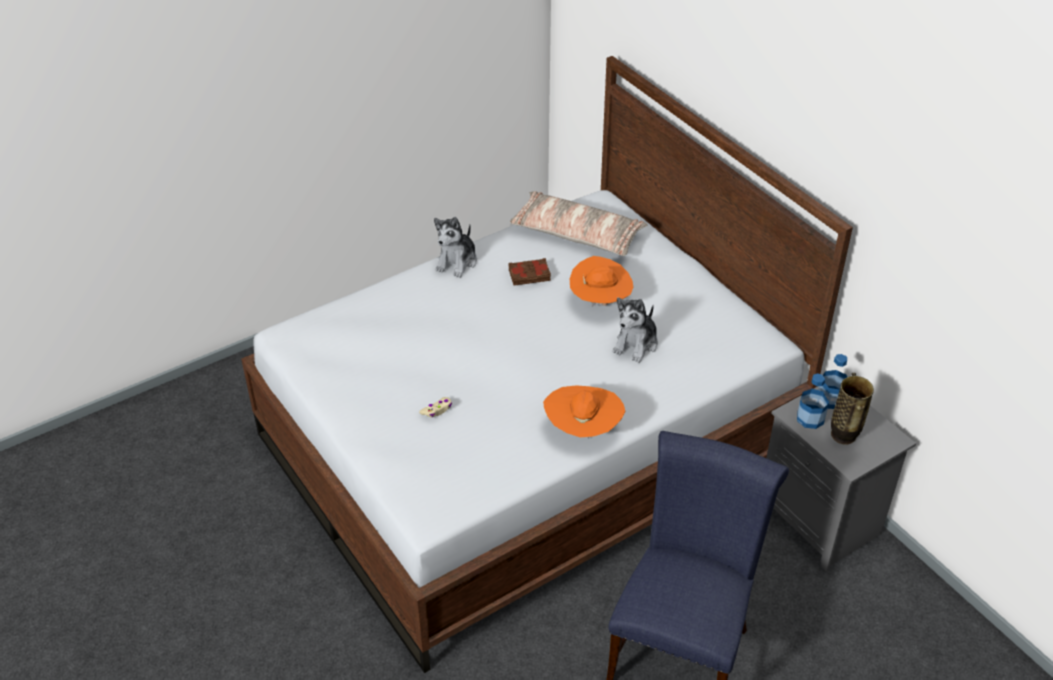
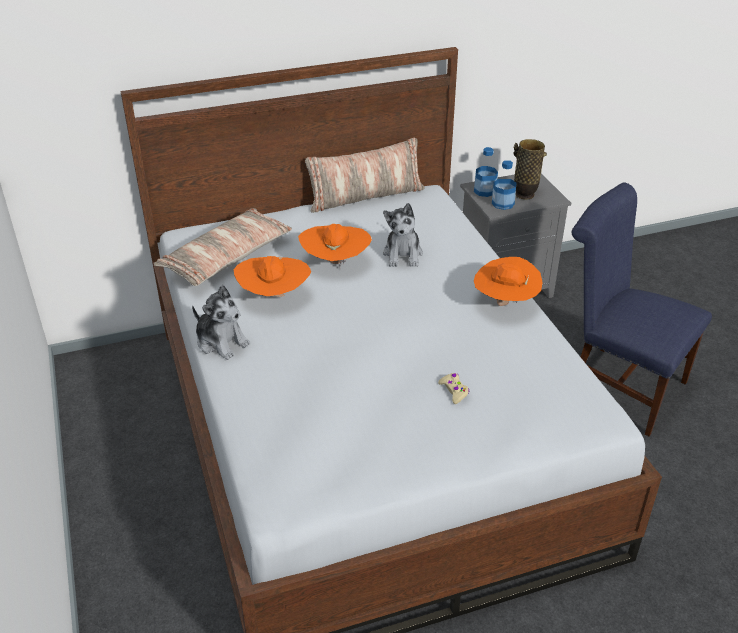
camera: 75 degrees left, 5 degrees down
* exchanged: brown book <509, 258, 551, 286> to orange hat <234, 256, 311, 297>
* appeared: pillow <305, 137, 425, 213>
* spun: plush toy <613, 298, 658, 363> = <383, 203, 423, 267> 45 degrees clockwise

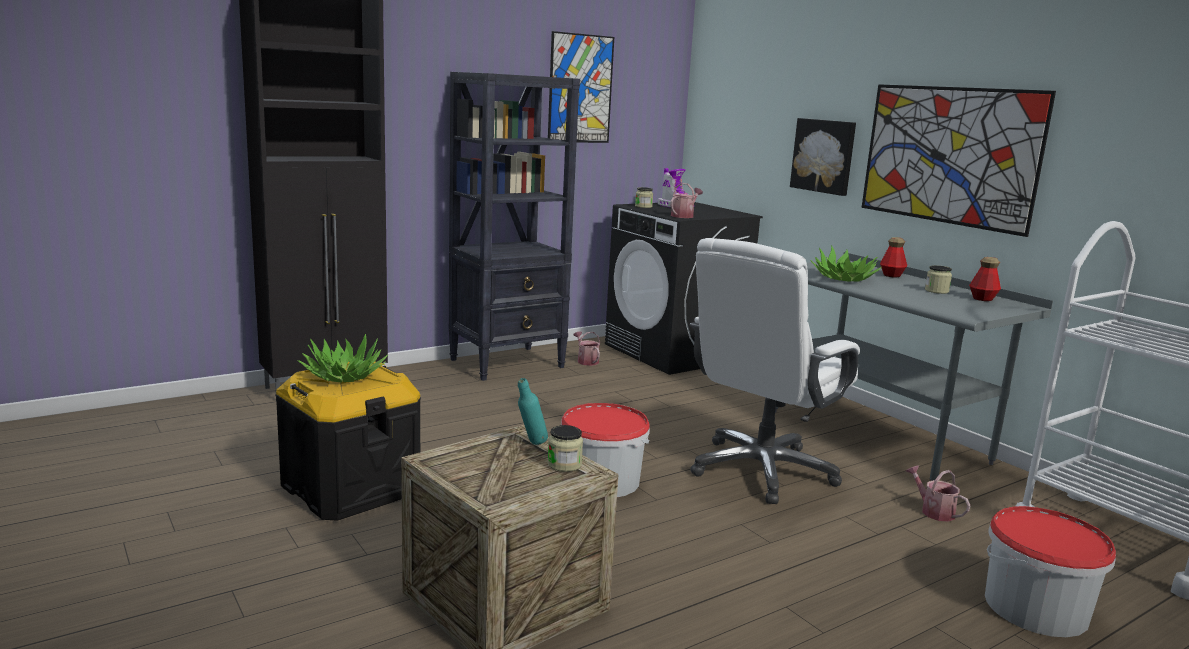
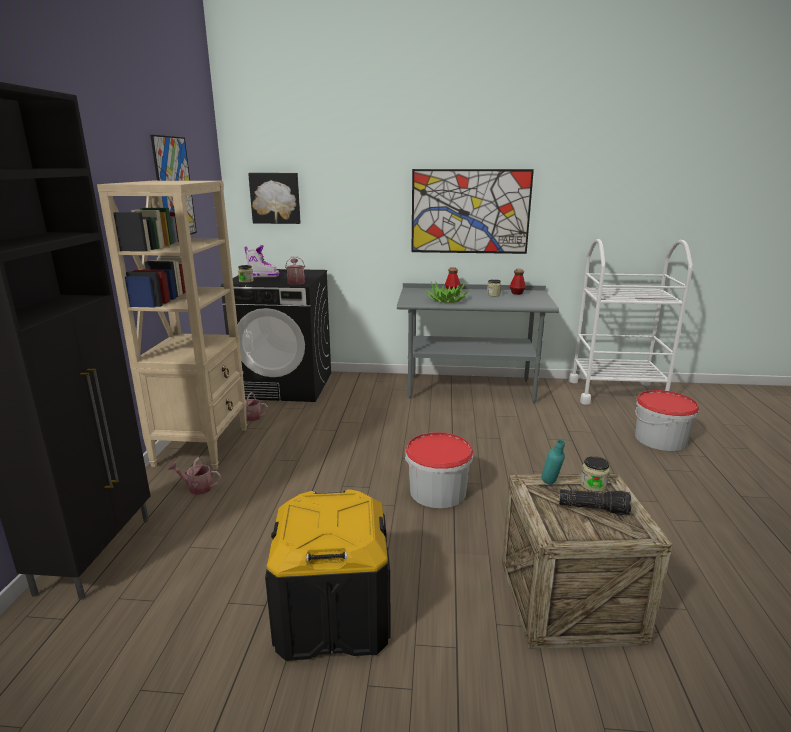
camera: 50 degrees left, 5 degrees up
* colour: black bookcase <449, 72, 580, 381> to beige bookcase <97, 181, 247, 470>
* relocated: watering can <906, 465, 971, 522> to <168, 457, 221, 495>
* relocated: picture <790, 118, 856, 196> to <248, 173, 301, 224>
* appeared: flashlight <559, 489, 631, 515>
* missing: potted plant <297, 334, 388, 382>
* missing: white office chair <690, 238, 860, 504>

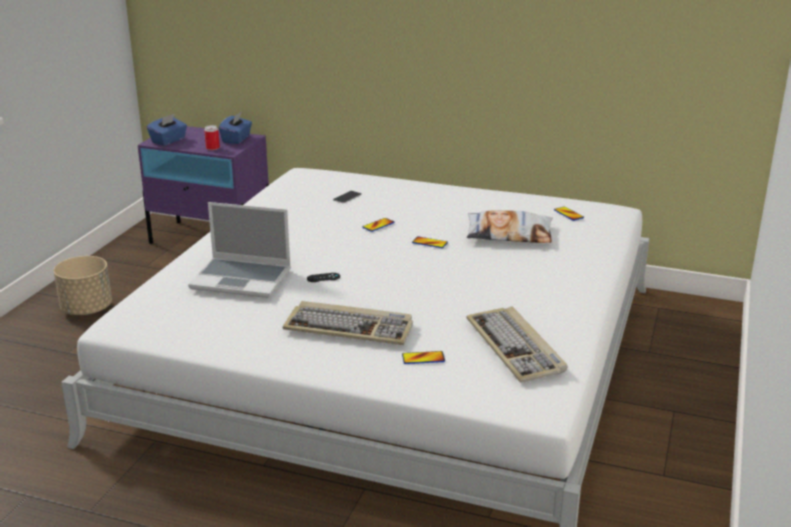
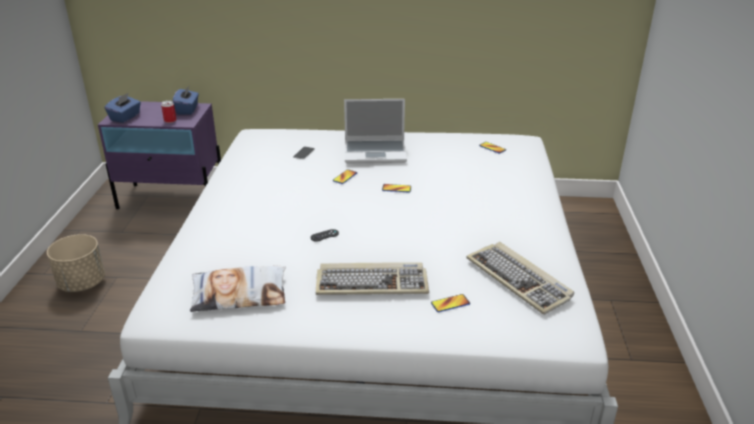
camera: 15 degrees left, 5 degrees up
* relocated: pillow <467, 210, 553, 243> to <190, 266, 286, 312>
* relocated: laptop <188, 202, 291, 298> to <344, 99, 407, 163>

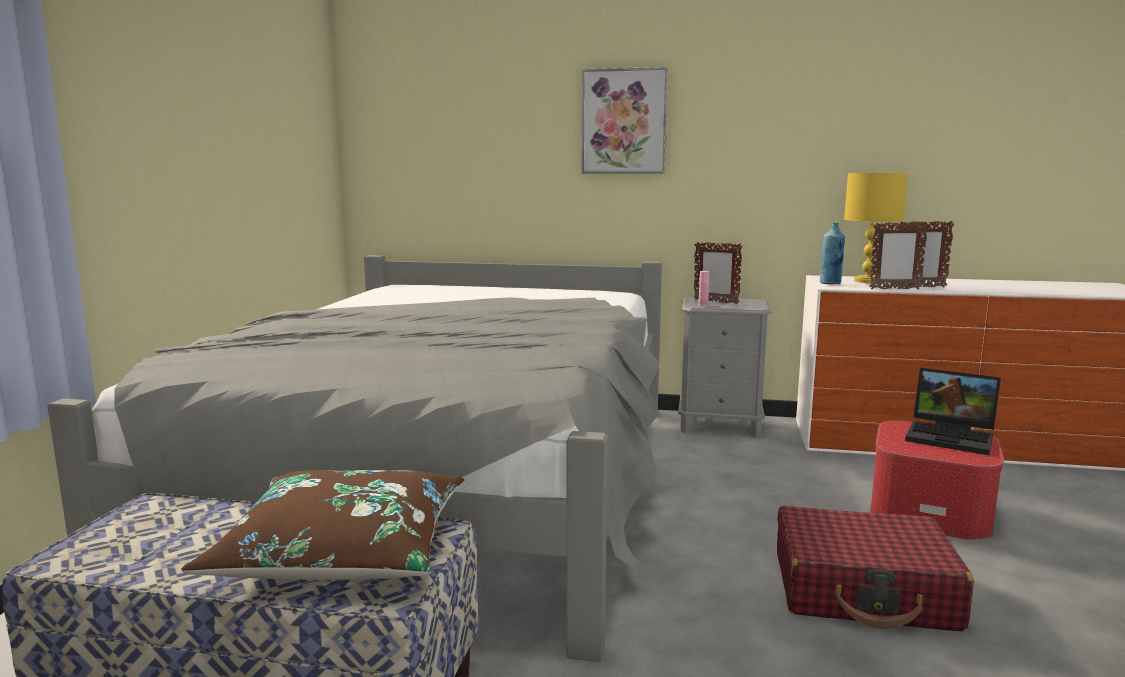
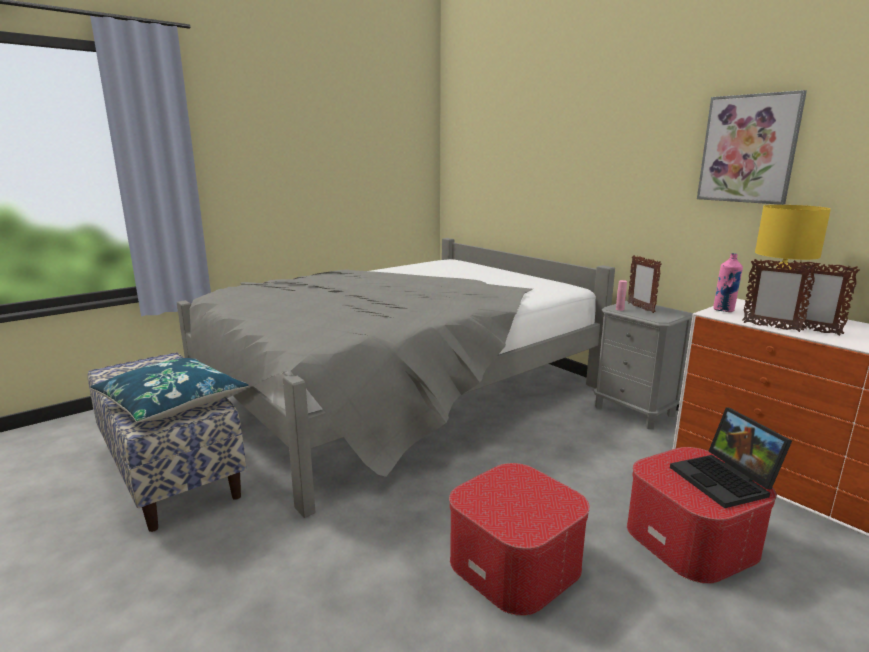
camera: 40 degrees right, 5 degrees up
* colour: brown pillow <181, 470, 464, 580> to blue pillow <90, 358, 249, 422>
* exchanged: red suitcase <777, 506, 974, 631> to ottoman <449, 463, 590, 616>
* relocated: picture <582, 67, 667, 174> to <697, 90, 807, 205>
* colour: blue bottle <820, 223, 845, 284> to pink bottle <713, 253, 743, 312>

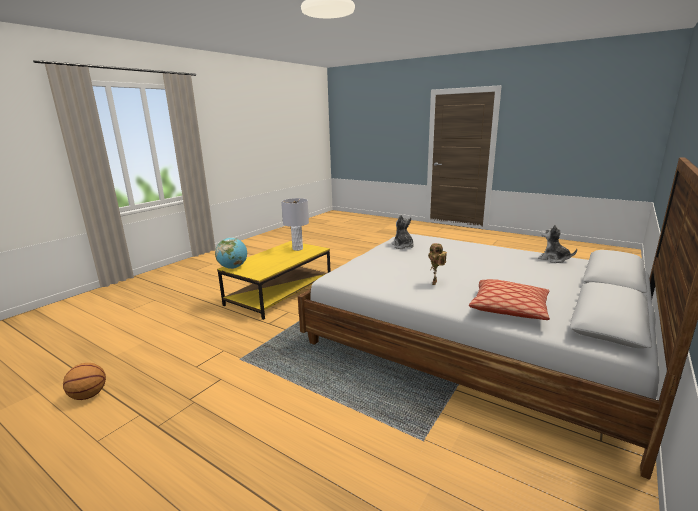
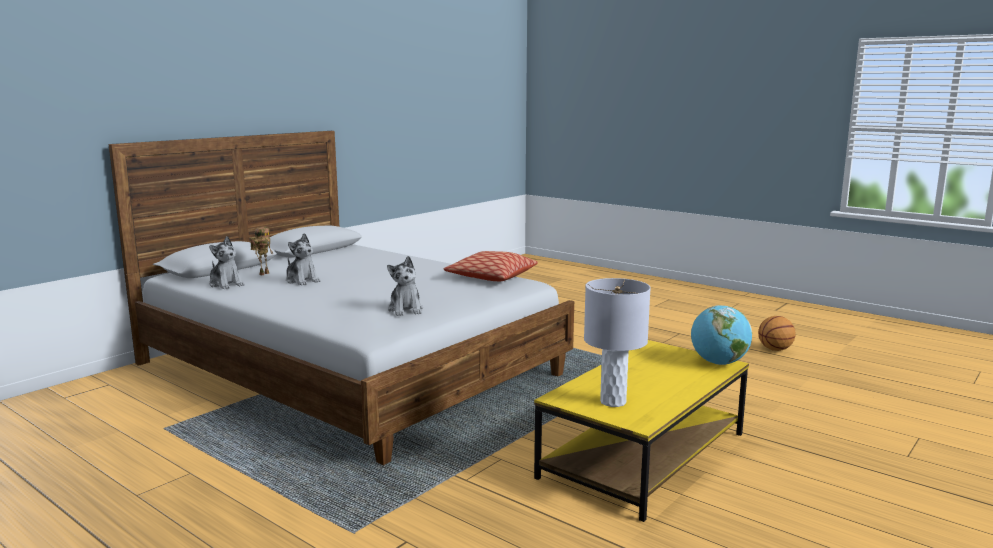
camera: 175 degrees left, 5 degrees down
* relocated: toy robot <428, 243, 447, 285> to <250, 227, 273, 275>
* appeared: plush toy <286, 233, 321, 285>
* relocated: pillow <469, 279, 550, 320> to <444, 251, 538, 281>

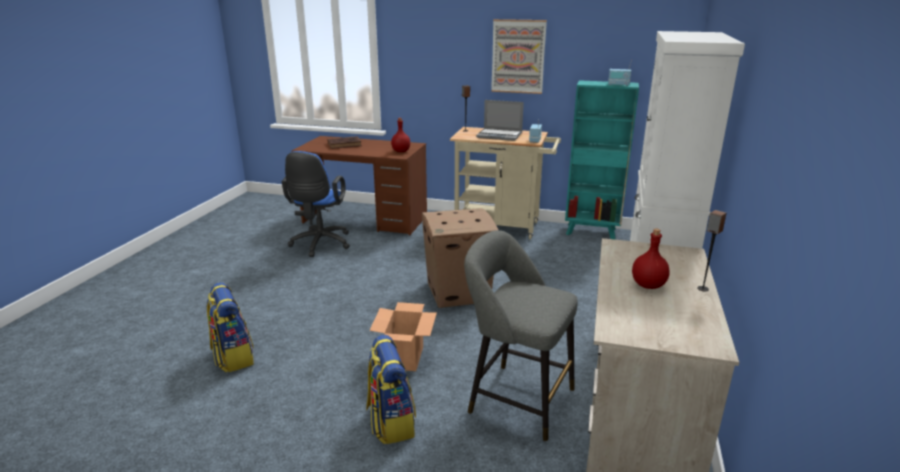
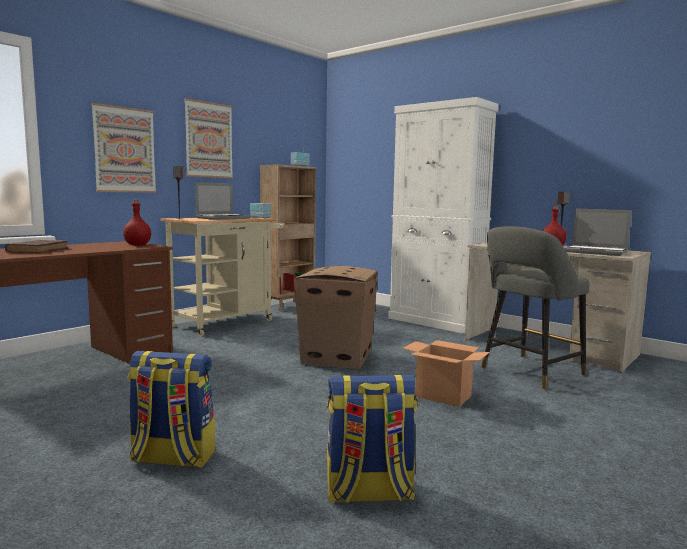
camera: 65 degrees left, 15 degrees down
* appeared: picture <91, 103, 156, 193>
* relocated: backpack <366, 335, 416, 445> to <128, 351, 215, 468>
* colour: turquoise bookcase <565, 80, 639, 239> to brown bookcase <260, 164, 316, 312>
* appeared: laptop <564, 209, 632, 256>
* missing: blue office chair <282, 151, 350, 257>

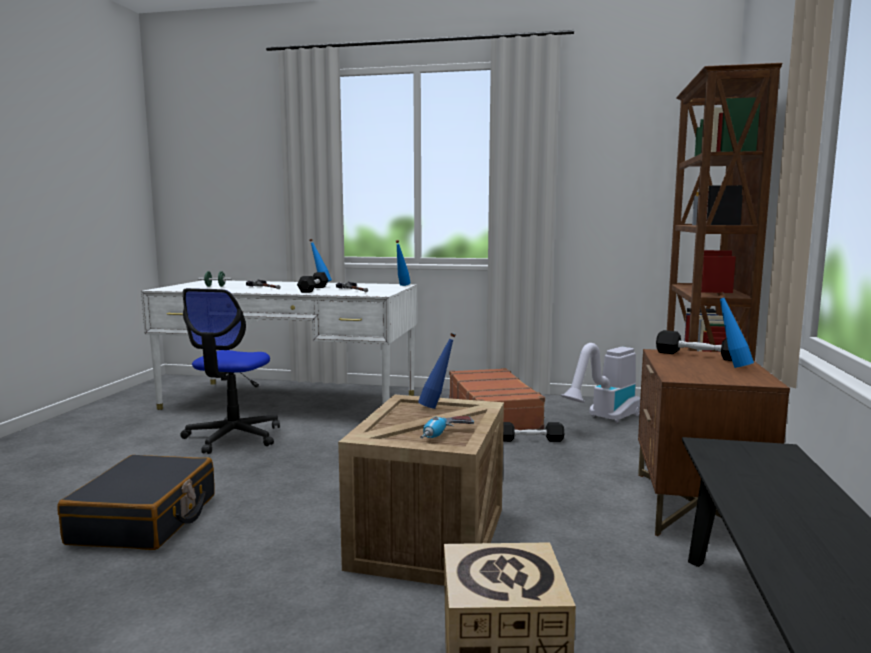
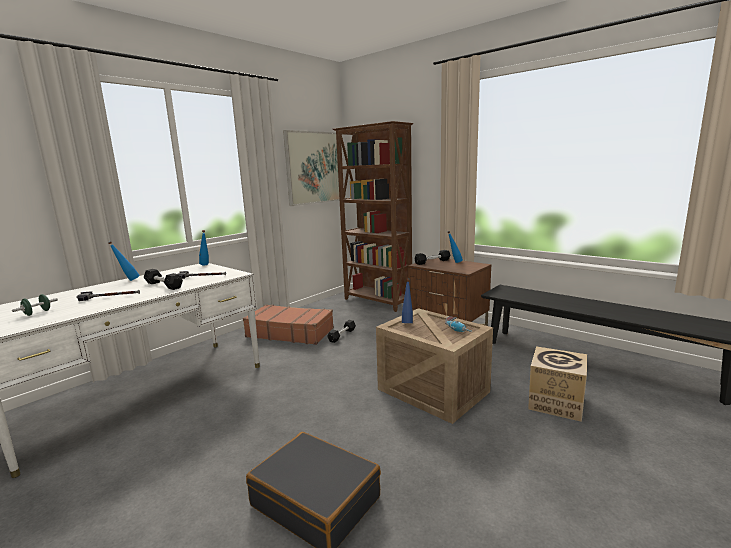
camera: 60 degrees left, 5 degrees up
* appeared: picture <283, 130, 340, 206>
* missing: office chair <180, 288, 280, 454>
* missing: vacuum cleaner <561, 343, 640, 423>

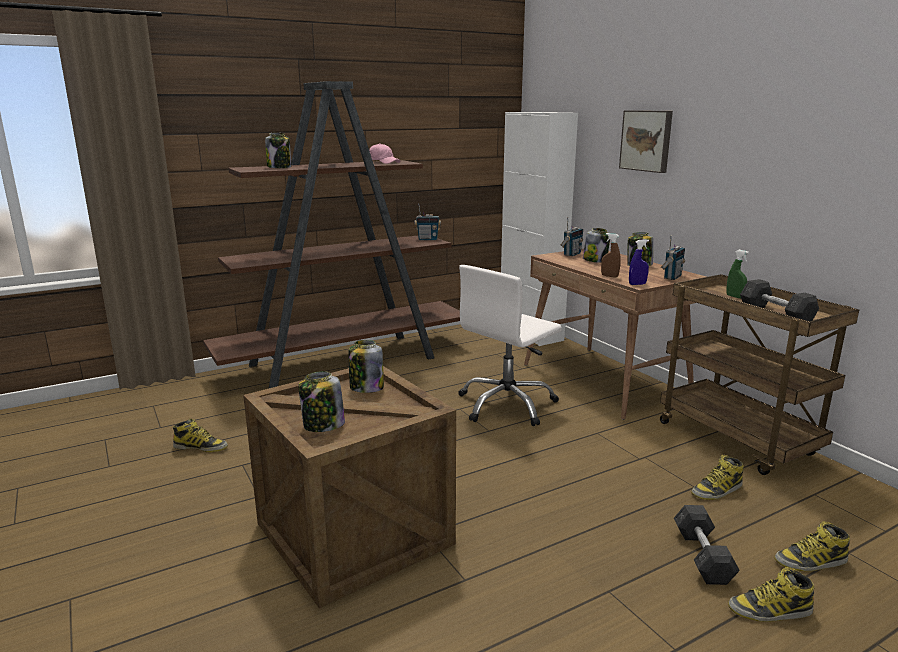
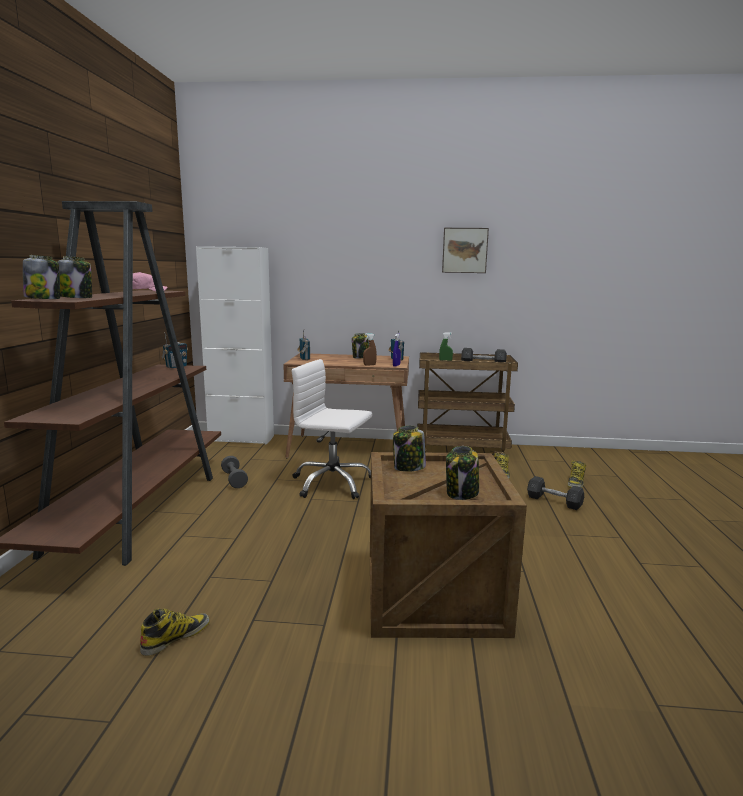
camera: 55 degrees left, 5 degrees down
* relocated: jar <583, 228, 610, 262> to <23, 255, 60, 299>
* appeared: grey dumbbell <221, 456, 248, 488>
* spun: white office chair <458, 265, 562, 426> = <291, 359, 372, 499> 120 degrees clockwise
* relocated: picture <619, 110, 673, 173> to <442, 228, 489, 273>
* missing: boot <728, 567, 814, 622>

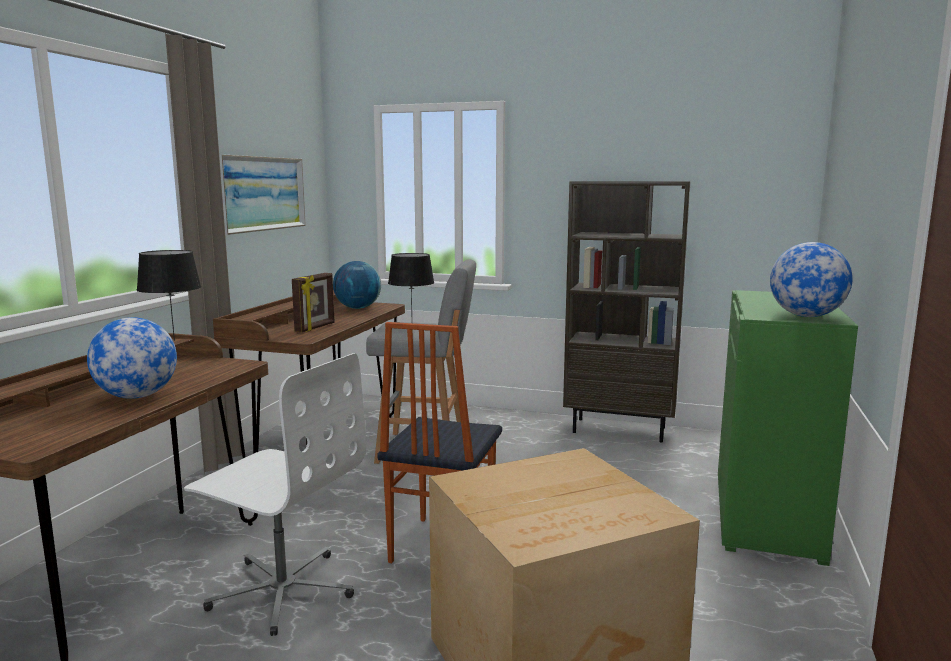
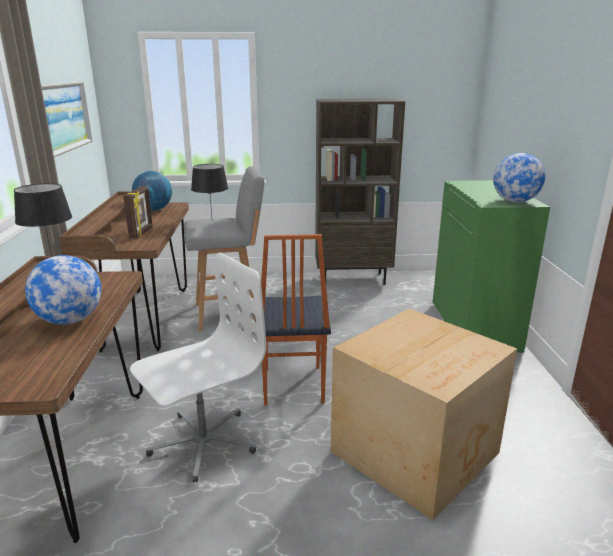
camera: 20 degrees left, 10 degrees up
* spun: white office chair <184, 353, 366, 636> = <130, 252, 266, 482> 45 degrees counterclockwise

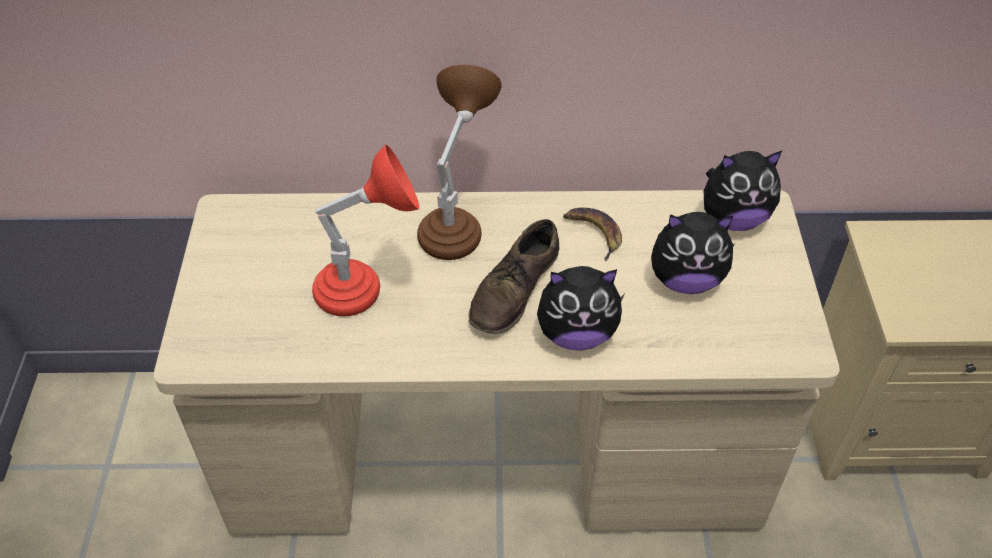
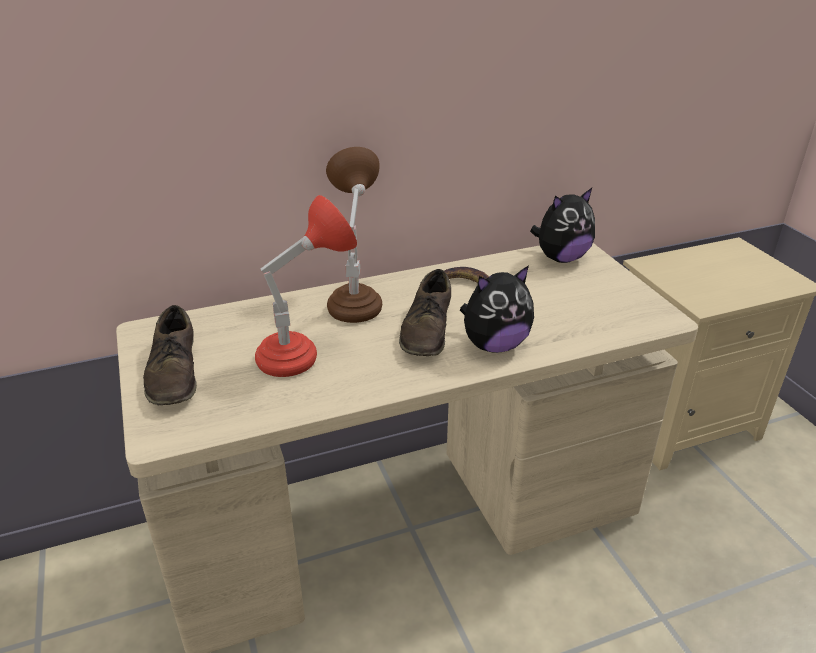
camera: 20 degrees left, 15 degrees down
* appeared: brown shoe <143, 305, 197, 405>
* missing: plush toy <651, 212, 735, 294>

